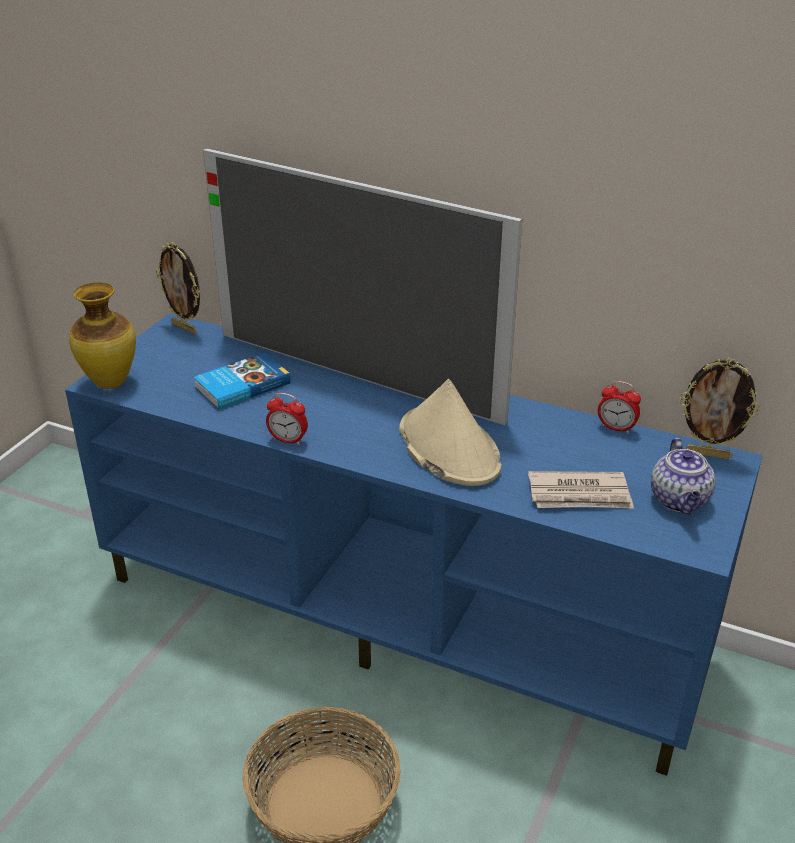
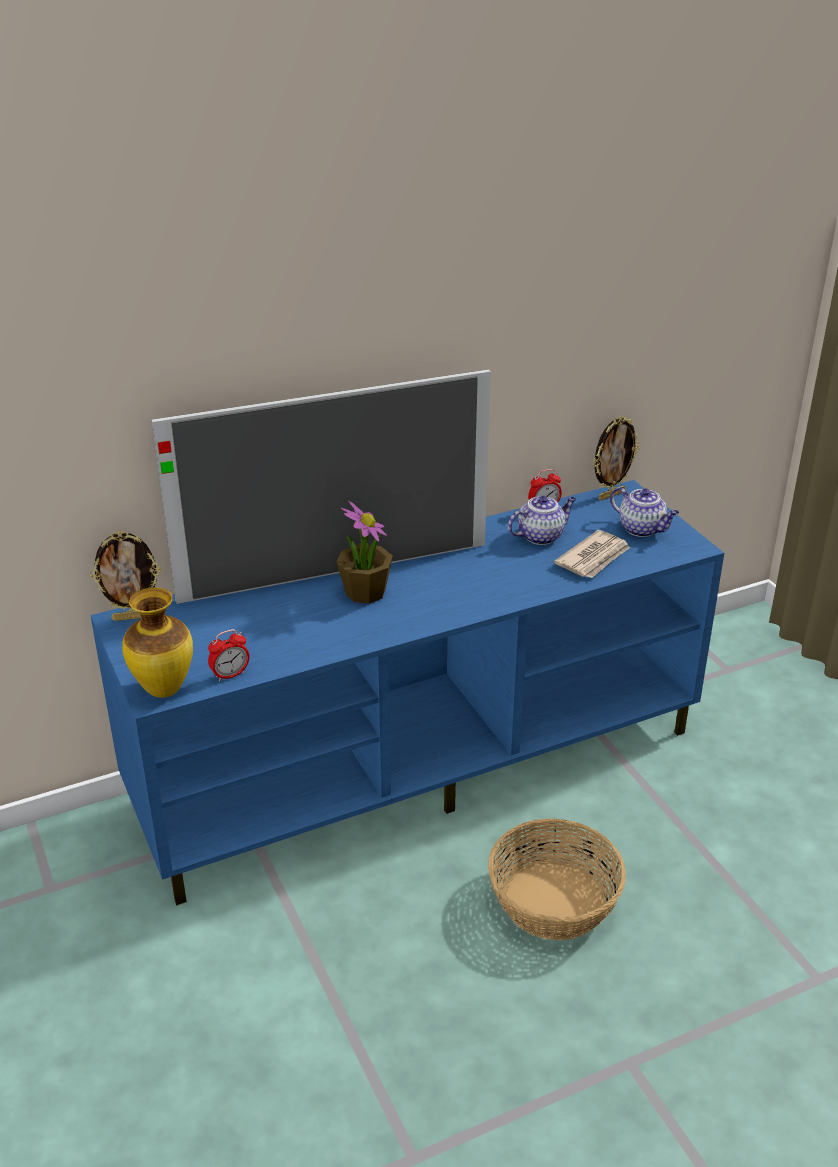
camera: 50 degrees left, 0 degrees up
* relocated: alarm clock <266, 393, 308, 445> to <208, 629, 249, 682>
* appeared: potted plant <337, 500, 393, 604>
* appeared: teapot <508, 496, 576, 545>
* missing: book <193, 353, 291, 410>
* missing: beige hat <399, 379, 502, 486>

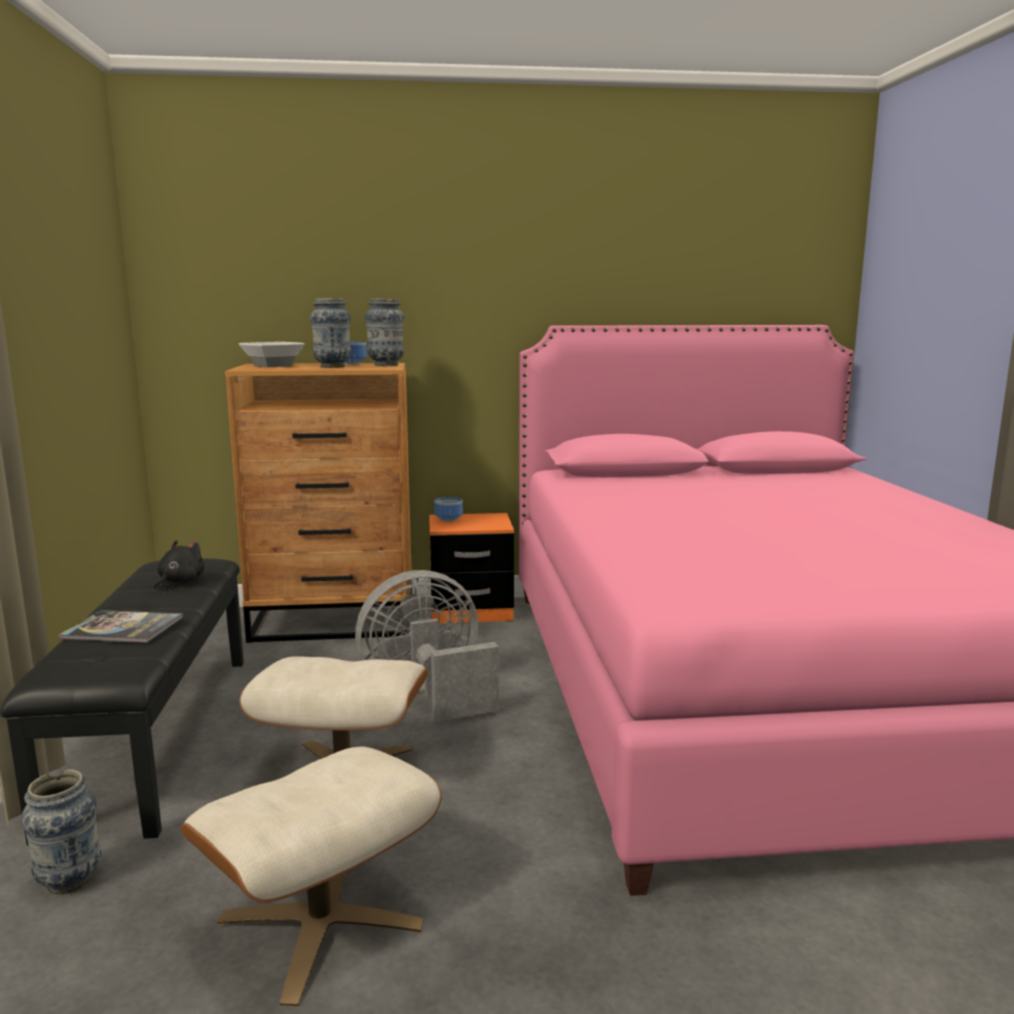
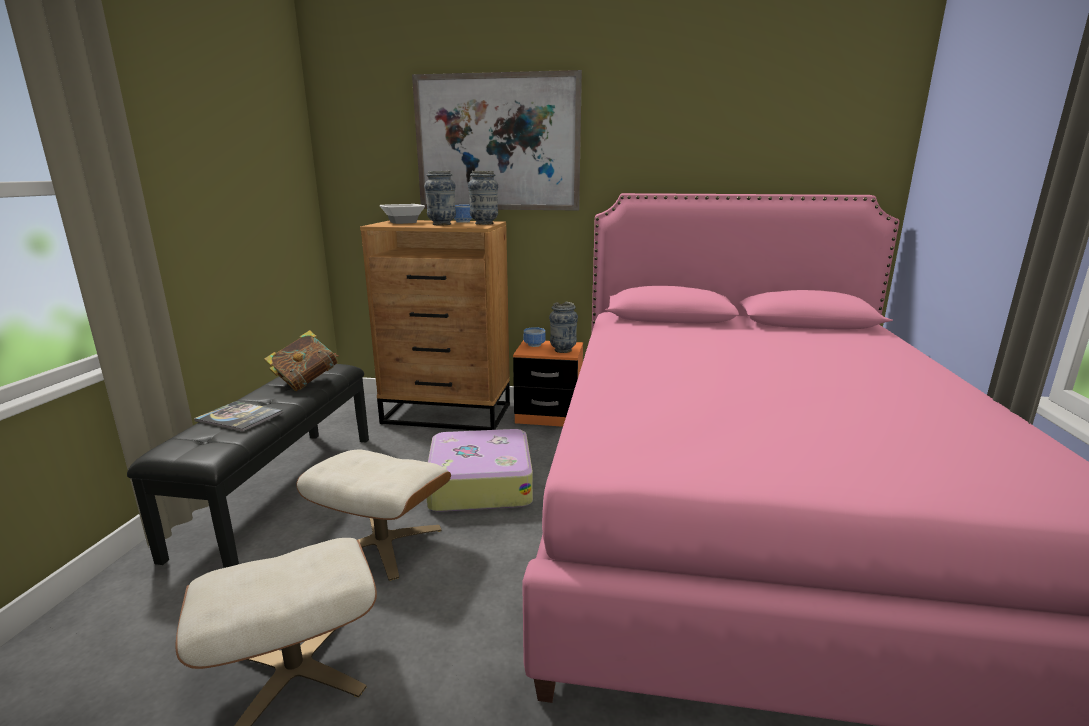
camera: 15 degrees right, 5 degrees up
* exchanged: black plush toy <153, 540, 204, 590> to book <264, 330, 339, 391>
* appeared: picture <412, 70, 582, 211>
* exchanged: grey fan <355, 570, 499, 722> to suitcase <427, 429, 533, 512>
* relocated: vase <21, 769, 101, 894> to <549, 302, 578, 353>

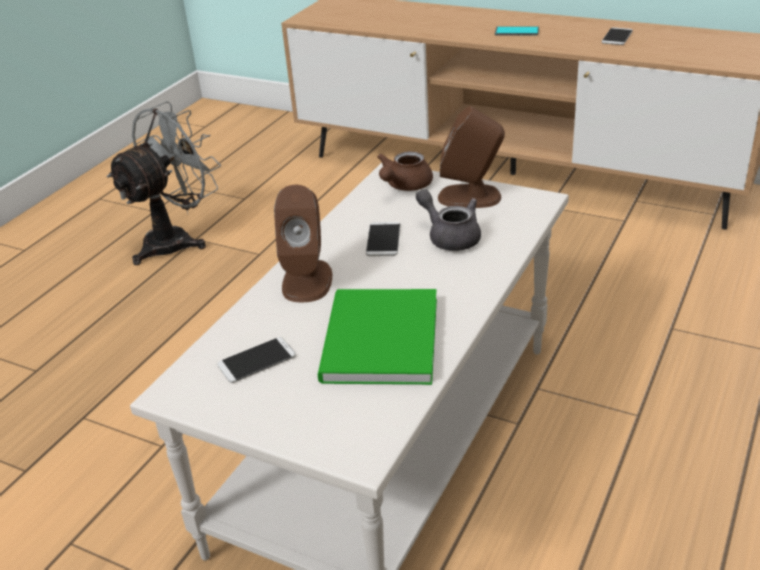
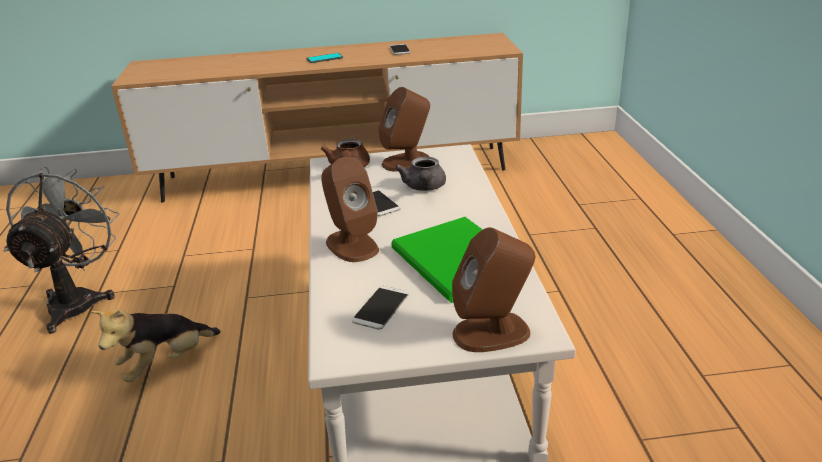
camera: 35 degrees left, 5 degrees down
* appeared: plush toy <91, 309, 221, 382>
* spun: grey teapot <416, 189, 481, 251> = <395, 157, 446, 191> 105 degrees counterclockwise
* appeared: brown speaker <452, 227, 535, 352>

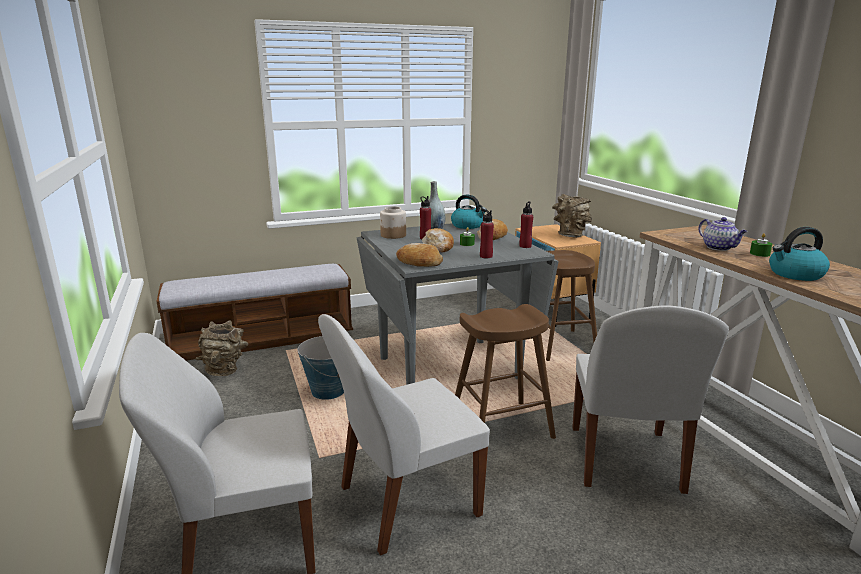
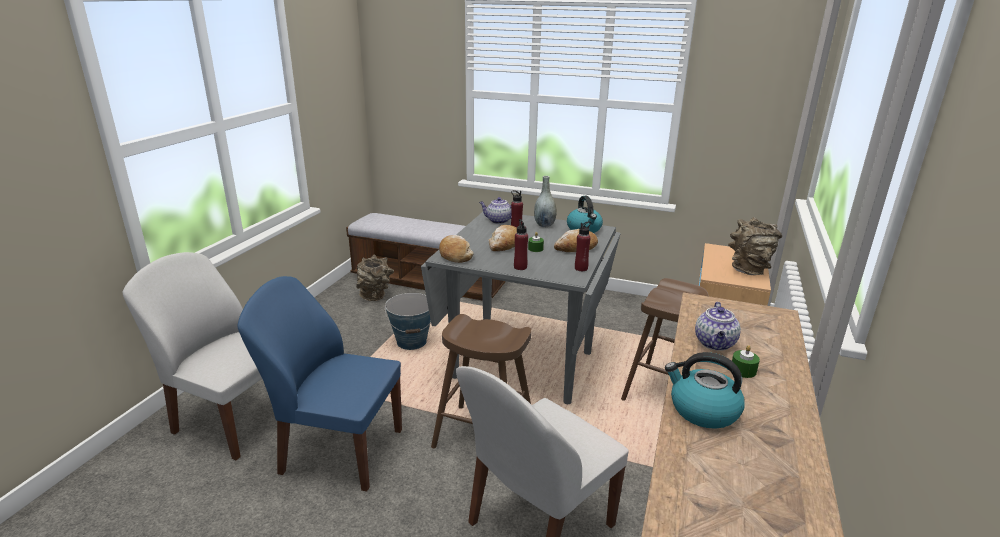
camera: 40 degrees right, 5 degrees up
* colour: white chair <318, 314, 490, 555> to blue chair <238, 276, 402, 492>
* exchanged: jar <380, 206, 406, 239> to teapot <479, 197, 512, 224>

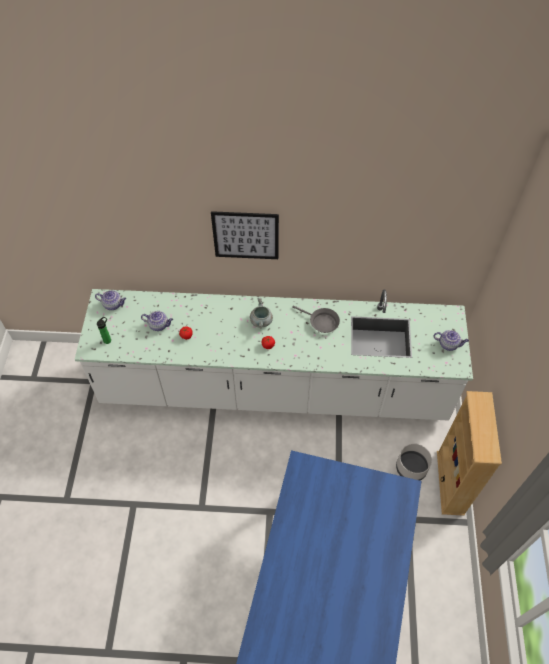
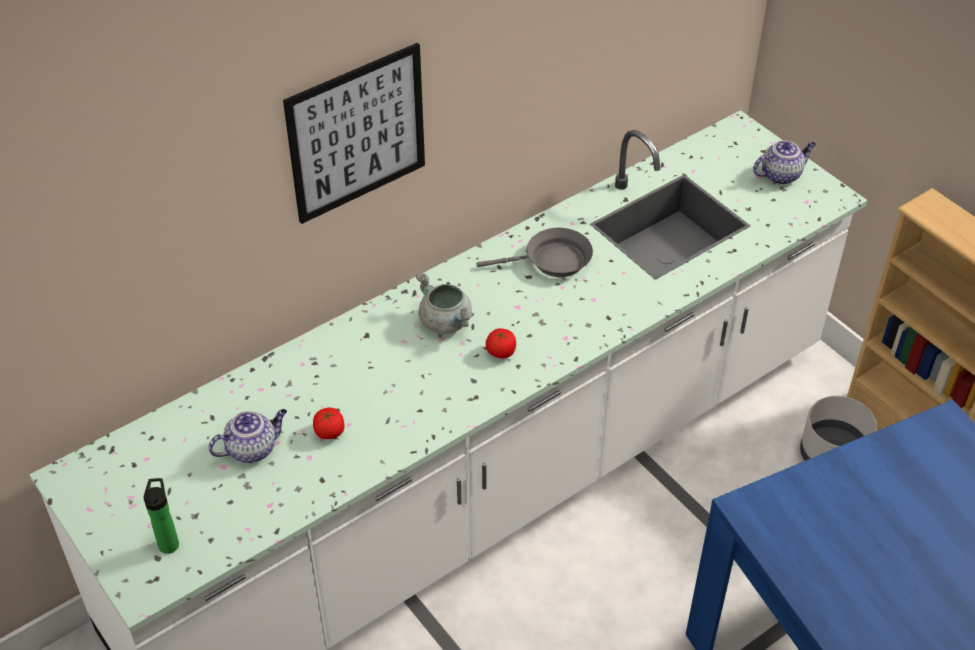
camera: 40 degrees left, 10 degrees down
* missing: teapot <95, 290, 126, 310>

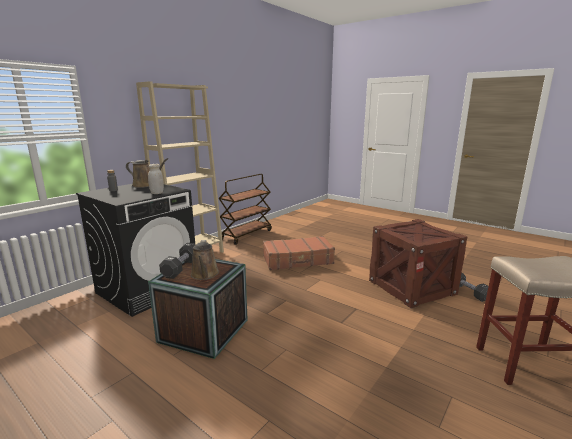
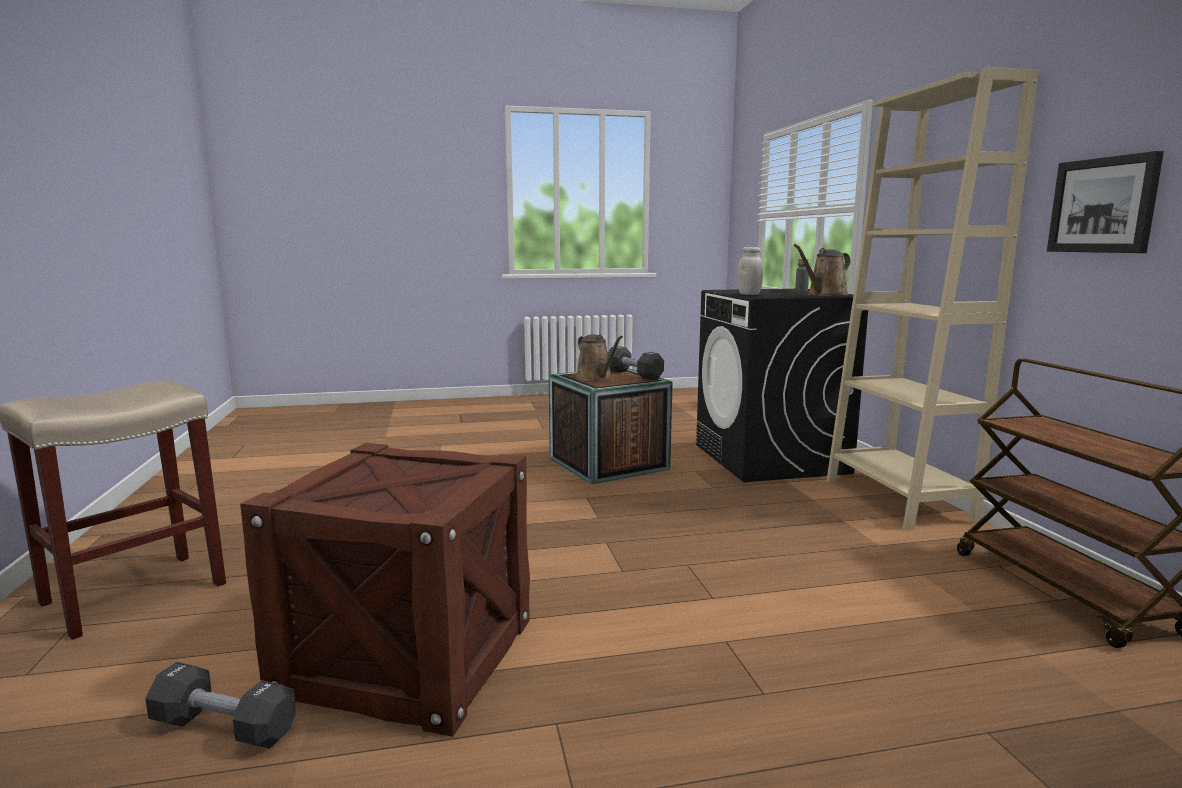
camera: 130 degrees right, 5 degrees down
* spun: brown watering can <191, 240, 219, 280> = <576, 334, 623, 381> 150 degrees counterclockwise
* appeared: picture <1047, 151, 1164, 253>
* missing: brown suitcase <263, 236, 335, 270>

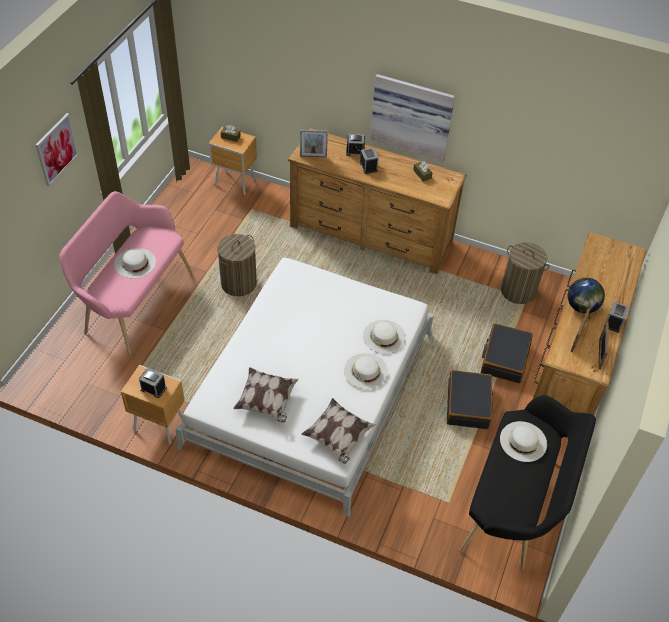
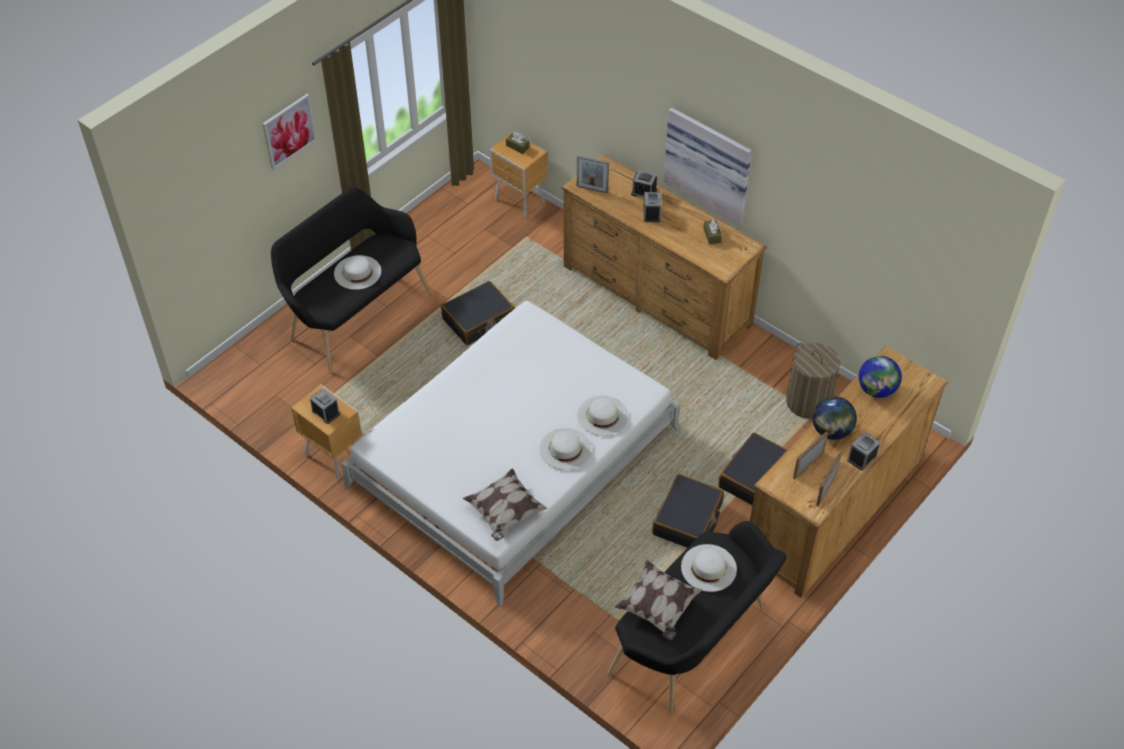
camera: 20 degrees right, 0 degrees up
* colour: pink bench <59, 191, 191, 354> to black bench <271, 187, 431, 373>
* exchanged: laundry basket <217, 234, 257, 296> to black suitcase <441, 281, 515, 345>
* relocated: pillow <233, 367, 299, 423> to <615, 560, 703, 640>
* appeared: globe <859, 356, 902, 398>

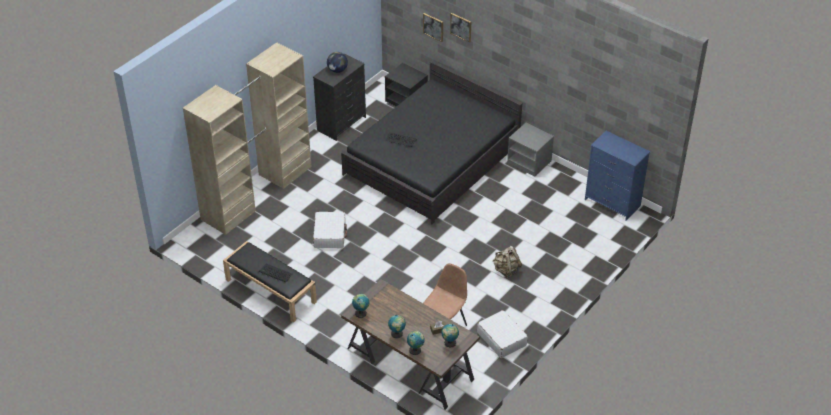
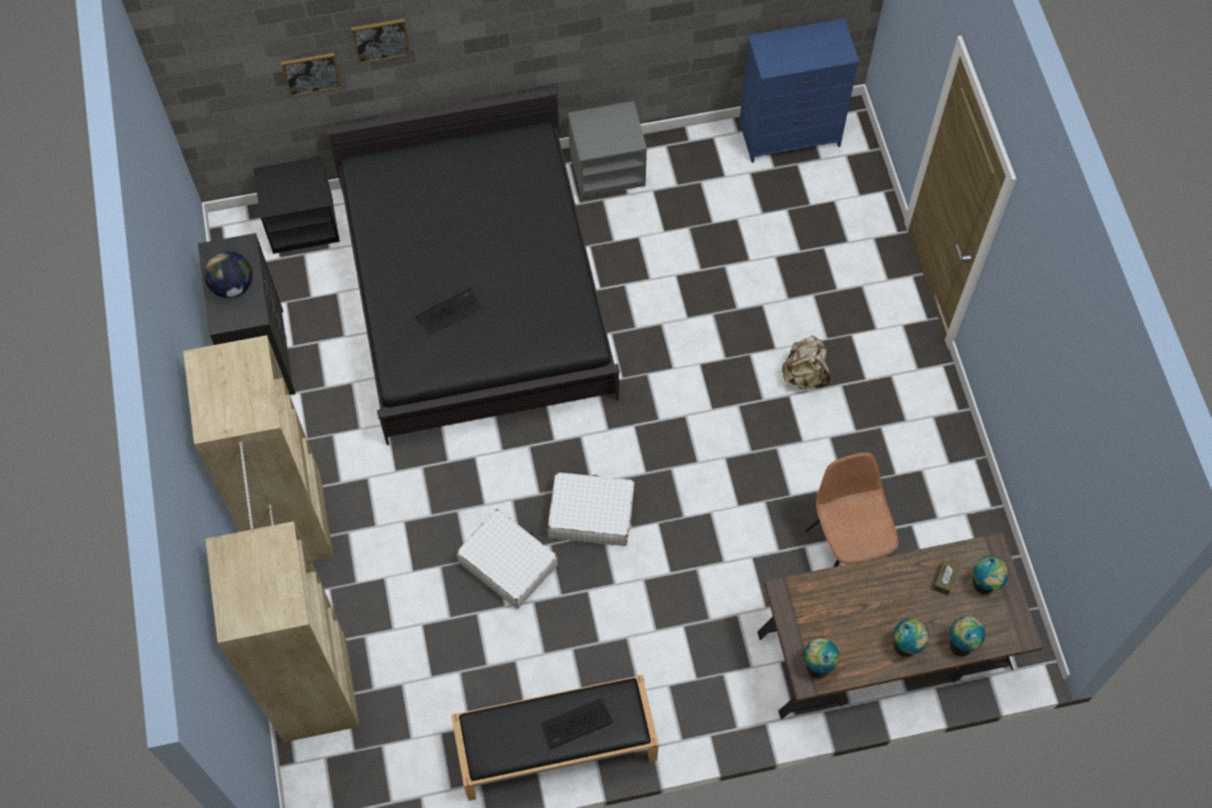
camera: 50 degrees left, 20 degrees up
* relocated: white suitcase <477, 310, 528, 358> to <548, 472, 634, 546>

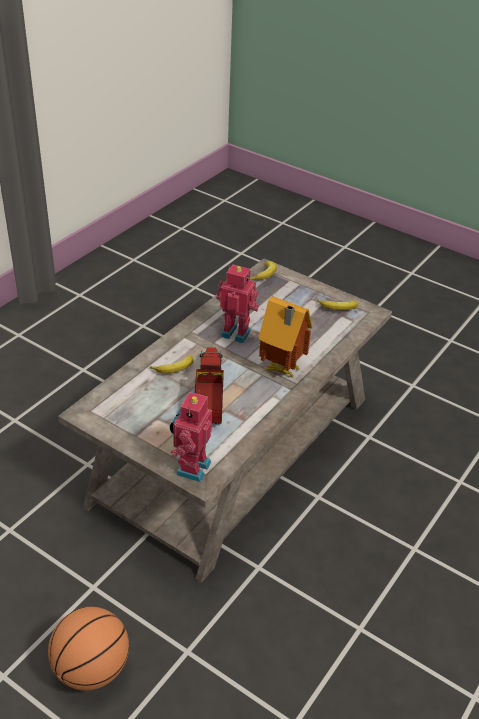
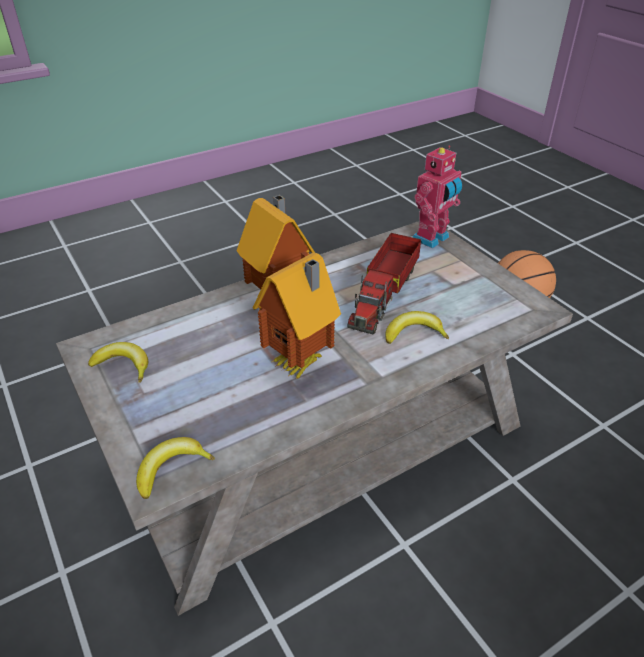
camera: 155 degrees left, 0 degrees up
* exchanged: toy robot <216, 265, 259, 343> to toy house <253, 252, 341, 380>

